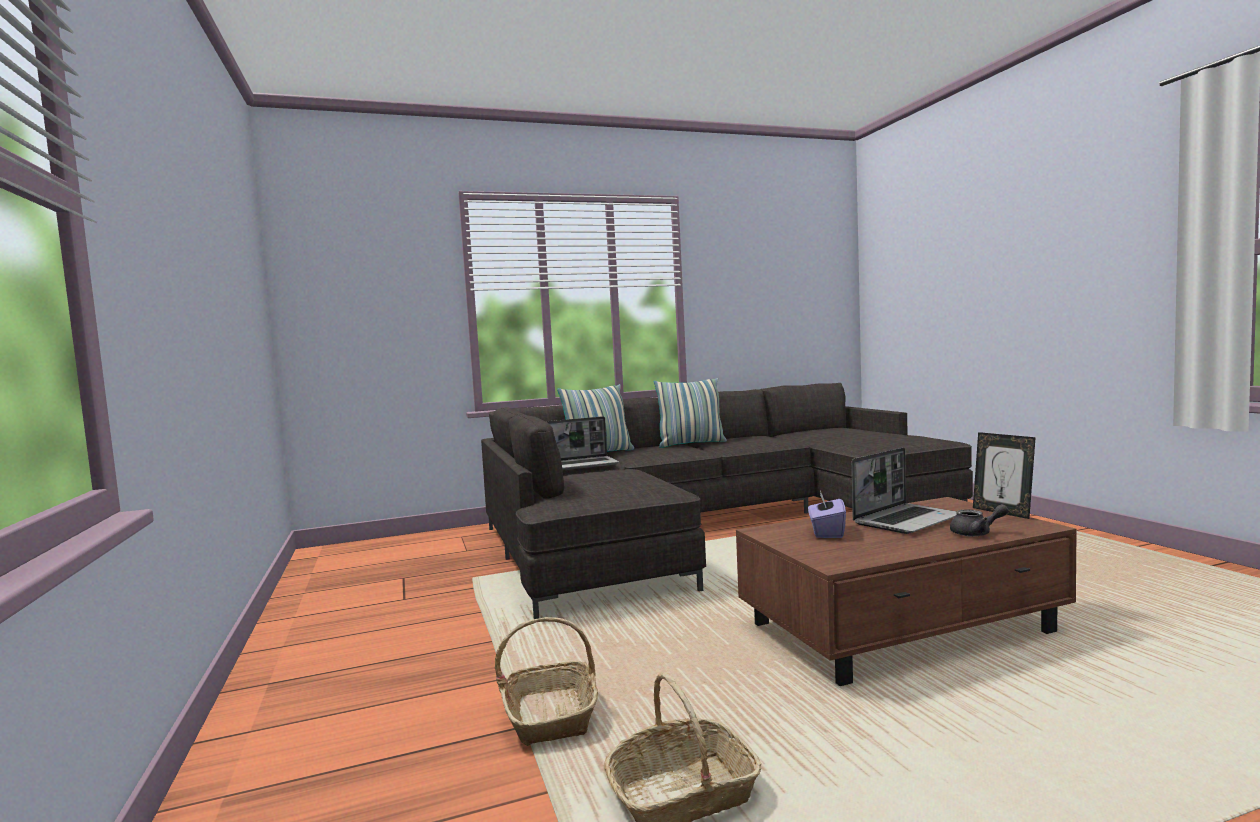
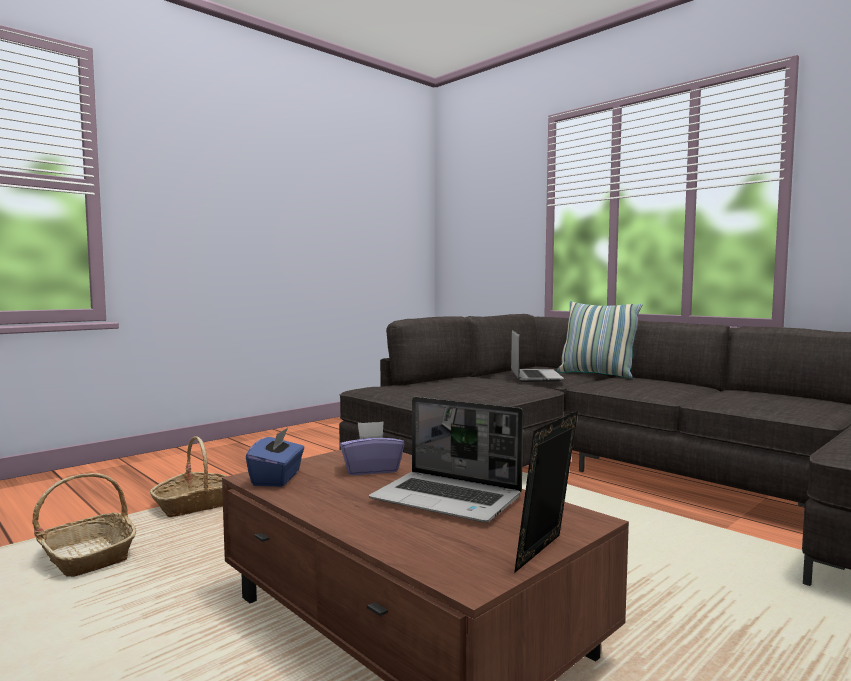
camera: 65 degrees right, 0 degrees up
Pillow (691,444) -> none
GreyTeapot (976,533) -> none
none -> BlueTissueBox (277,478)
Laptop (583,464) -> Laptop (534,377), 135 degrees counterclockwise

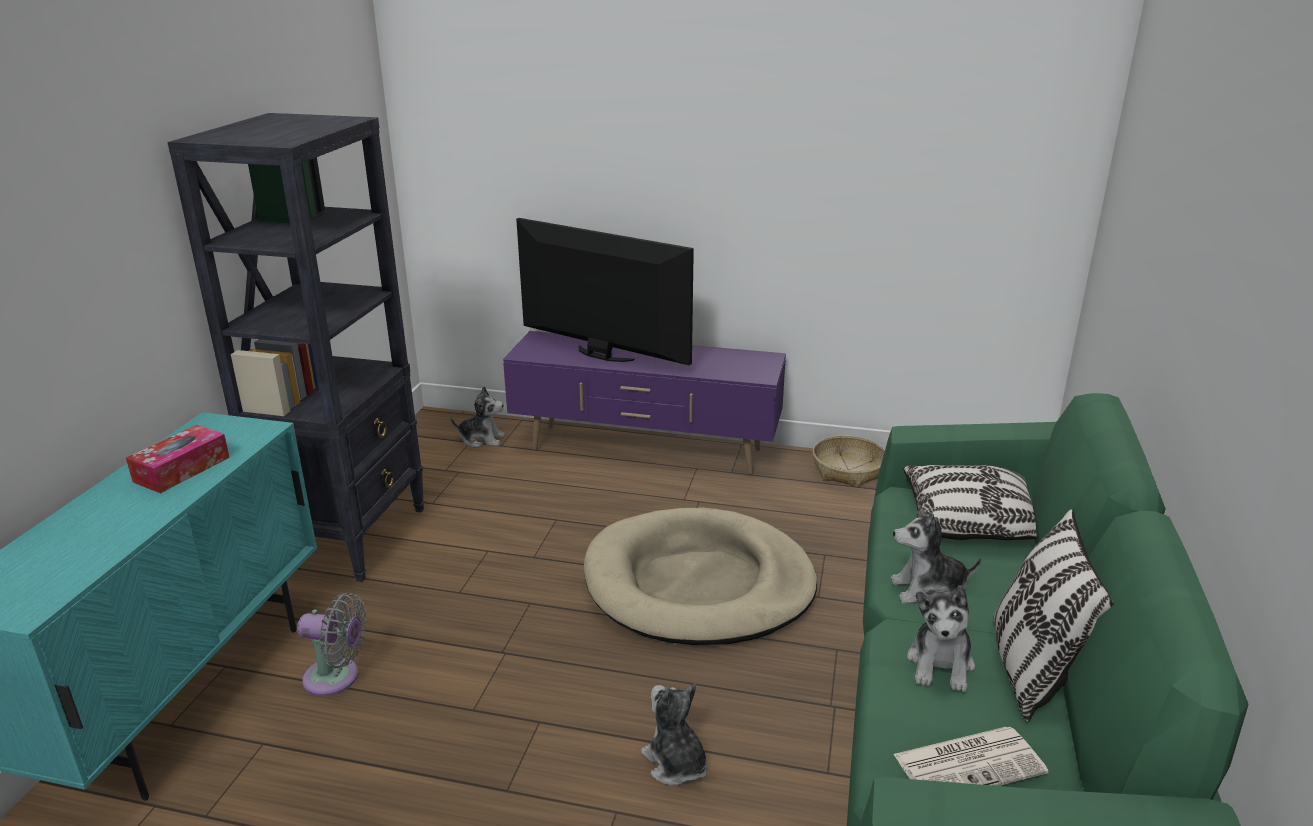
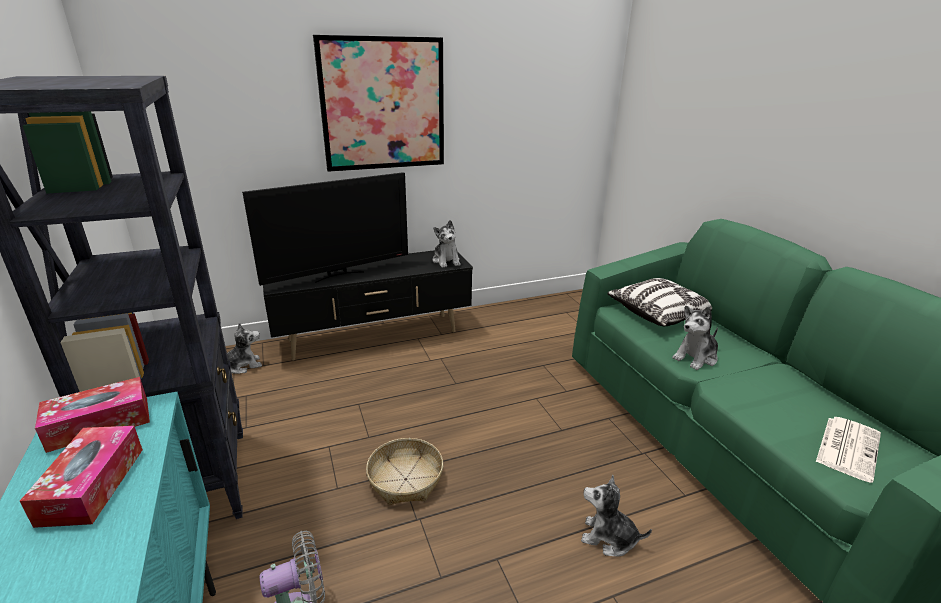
camera: 35 degrees left, 0 degrees up
BeigeDogBed (698,584) -> none
Pillow (1030,670) -> none
none -> TissueBox (100,424)
none -> Picture (383,104)
Basket (848,470) -> Basket (406,479), moved
PlushToy (940,664) -> PlushToy (446,261), moved
PurpleTvStand (646,451) -> BlackTvStand (374,337)
Television (601,355) -> Television (338,275), 150 degrees clockwise

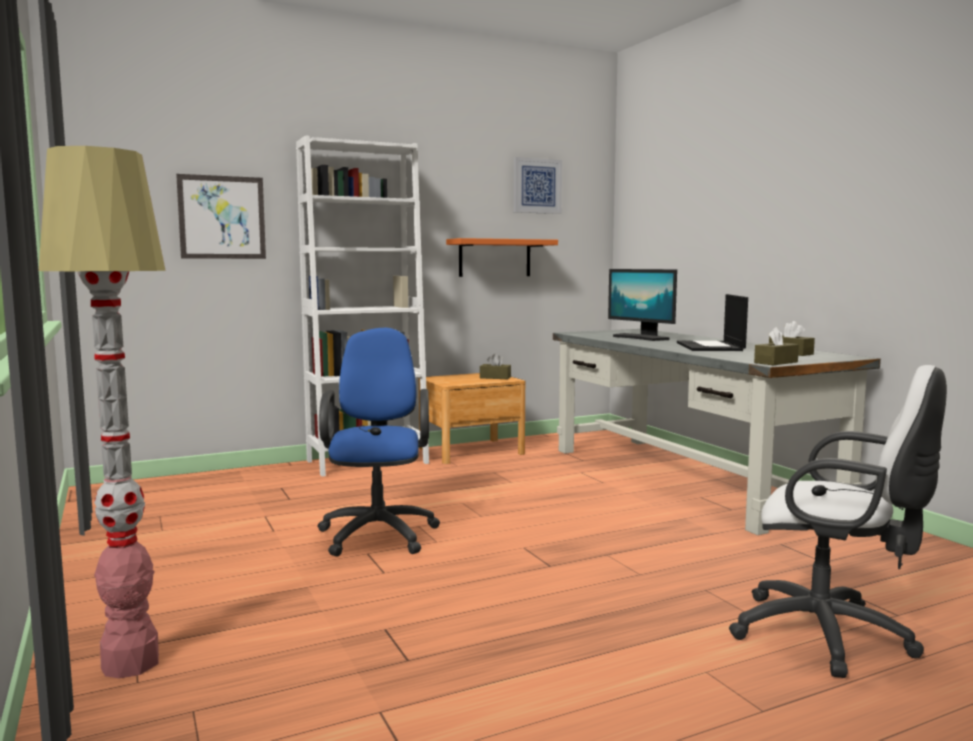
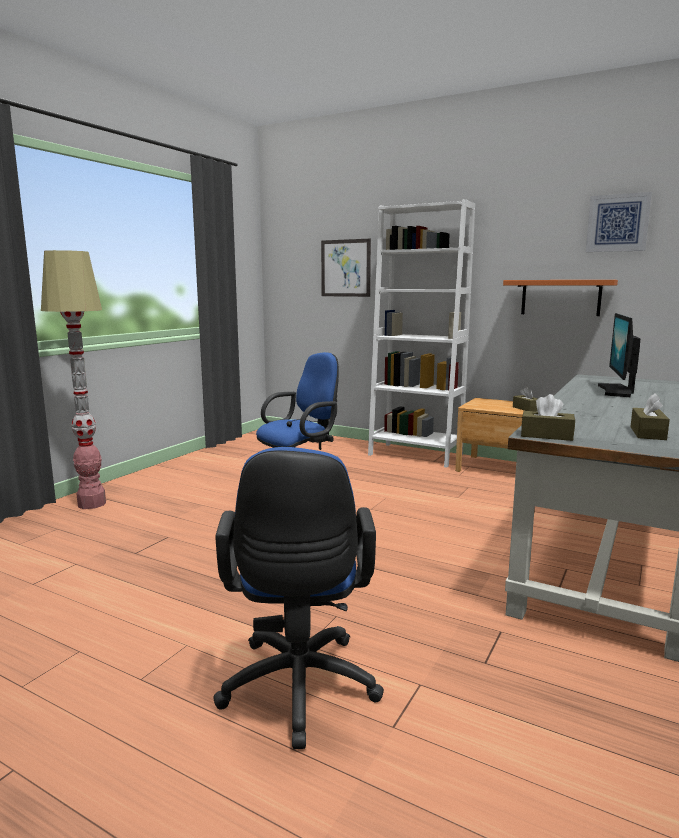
camera: 55 degrees right, 5 degrees up
Laptop (711,347) -> none
WhiteOfficeChair (831,637) -> BlueOfficeChair (298,692)

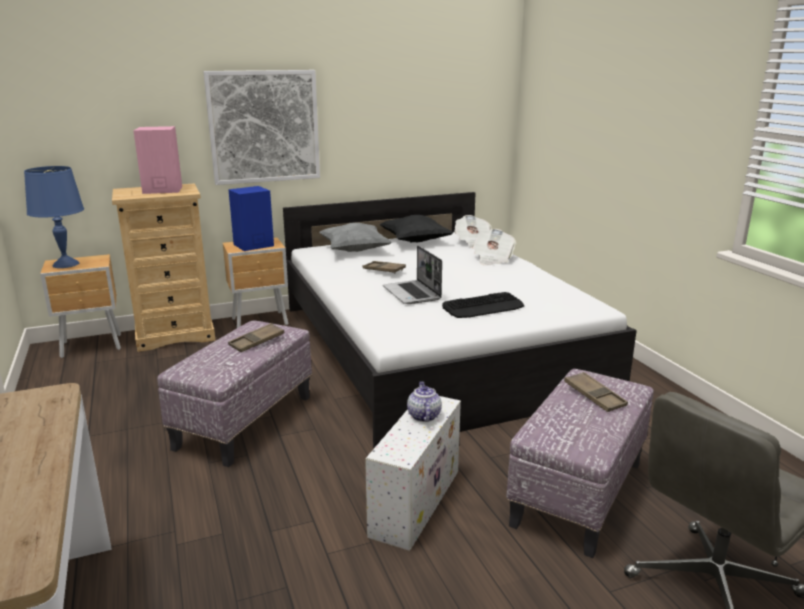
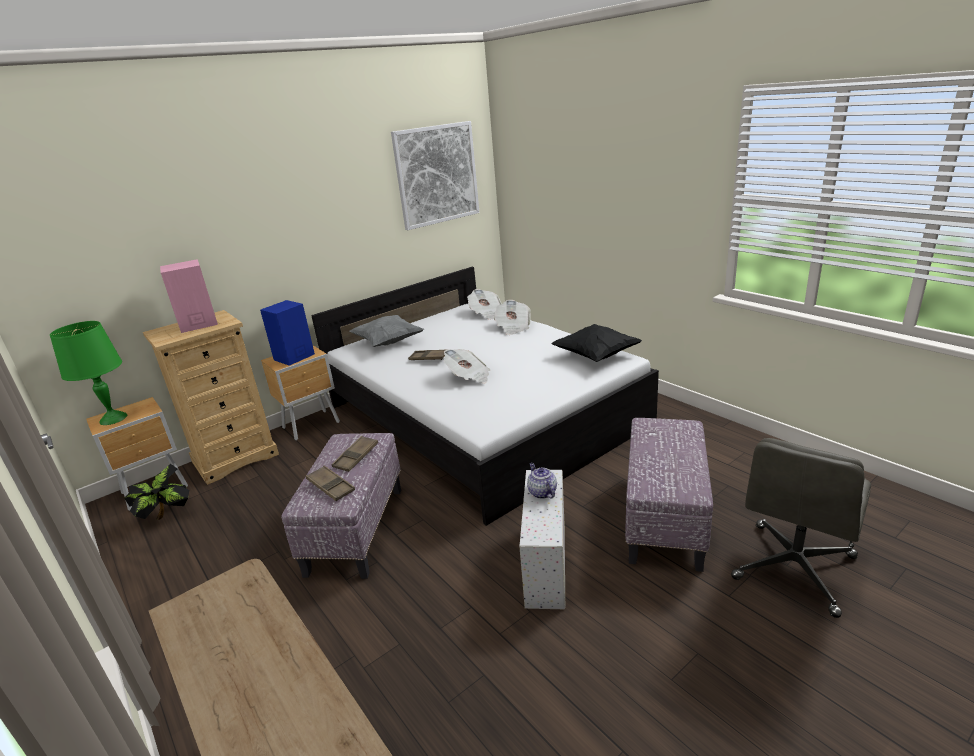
camera: 15 degrees left, 5 degrees up
Keyboard (483,306) -> none
none -> PottedPlant (167,515)
Picture (264,127) -> Picture (437,175), moved
BlackPillow (415,241) -> BlackPillow (596,356), moved
BrownTray (594,396) -> BrownTray (331,486), moved
Laptop (412,294) -> Newspaper (469,377)
BlueTableLamp (66,264) -> GreenTableLamp (113,418)

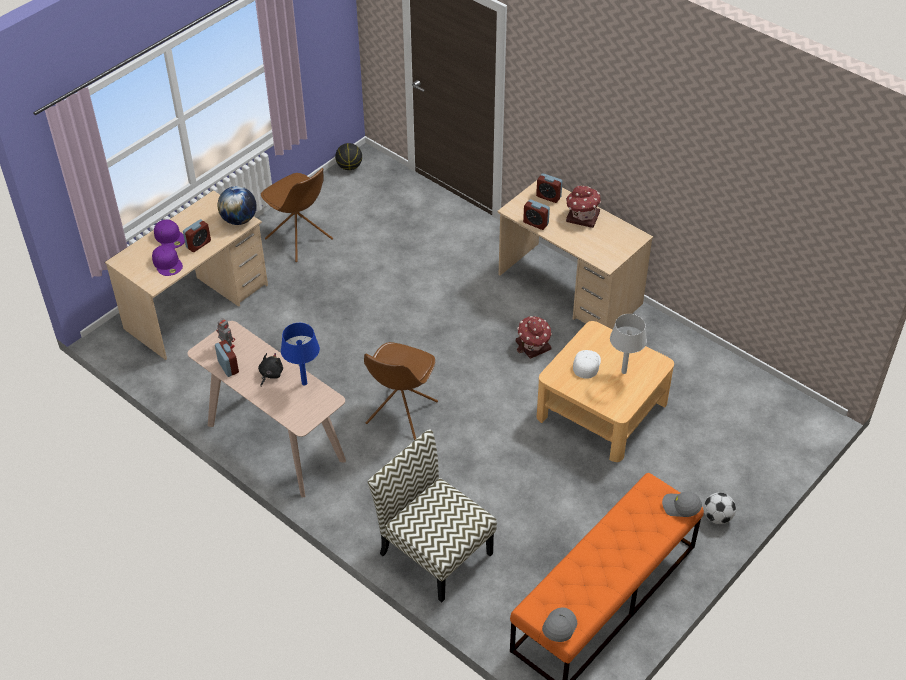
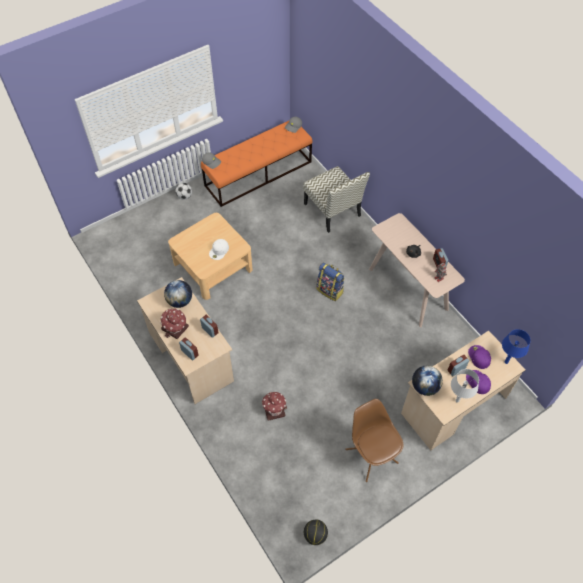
camera: 165 degrees left, 10 degrees up
none -> Globe (180,301)
BlueTableLamp (304,383) -> BlueTableLamp (506,362), moved
ToyHouse (533,346) -> ToyHouse (274,409), moved
GreyTableLamp (623,371) -> GreyTableLamp (457,401), moved
BrownChair (401,413) -> Backpack (330,290)

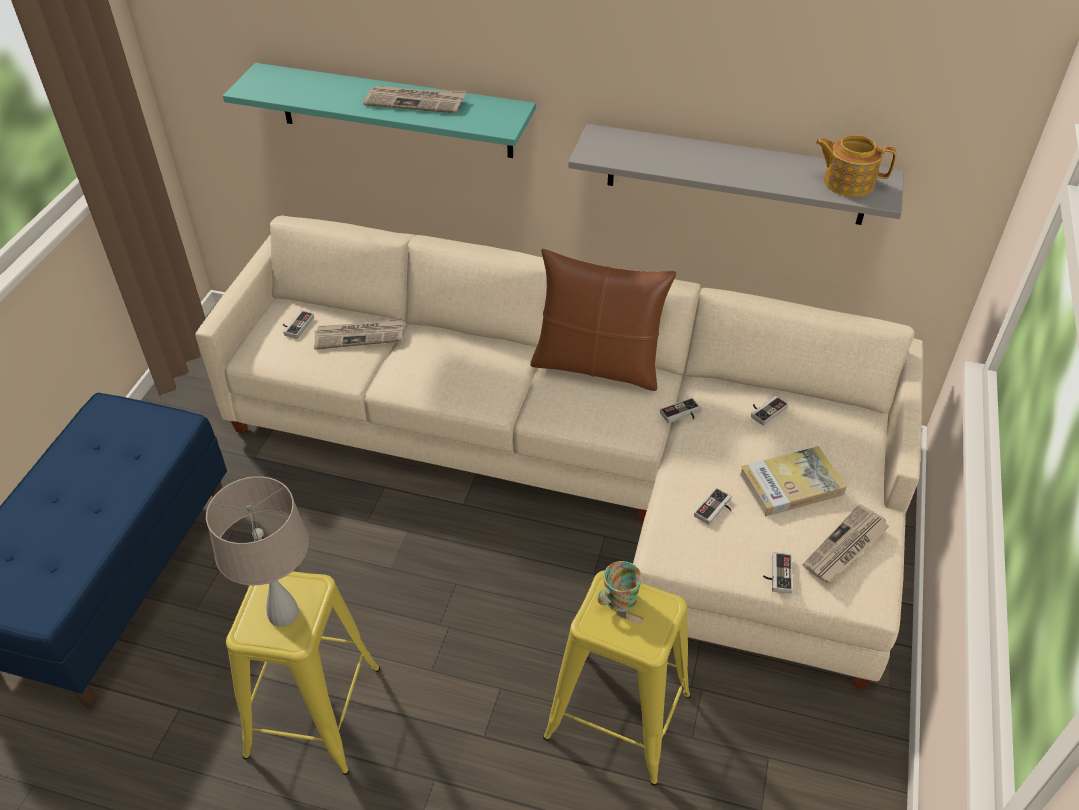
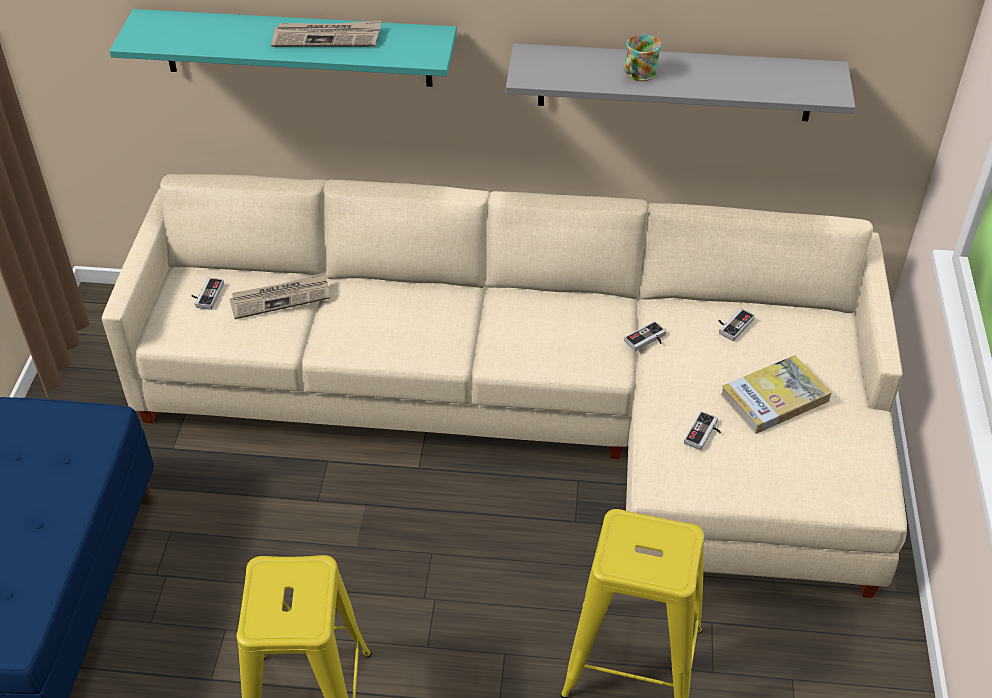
camera: 10 degrees left, 0 degrees up
BeigeTableLamp (283,614) -> none
BrownPillow (597,366) -> none
GameController (776,574) -> none
Newspaper (845,547) -> none
Teapot (847,182) -> none
Mug (616,600) -> Mug (637,75), moved

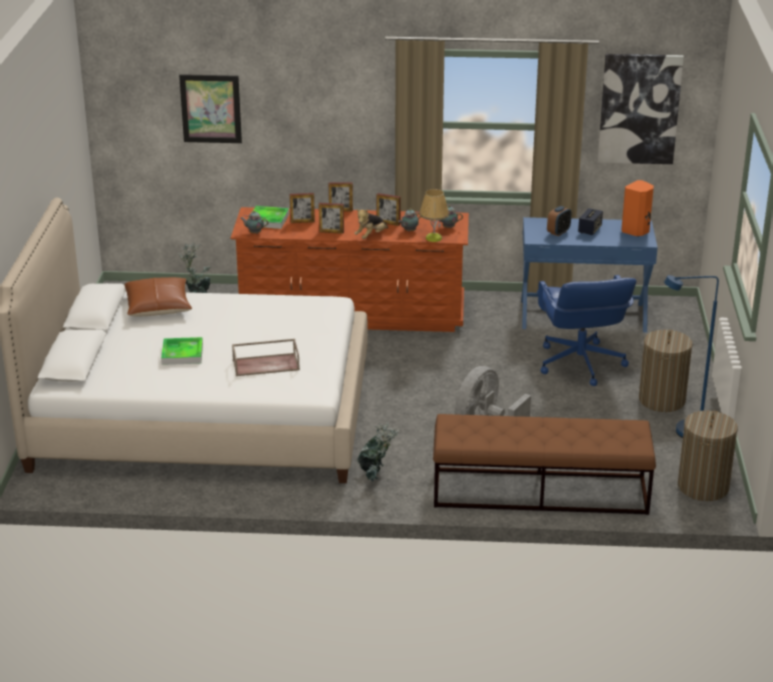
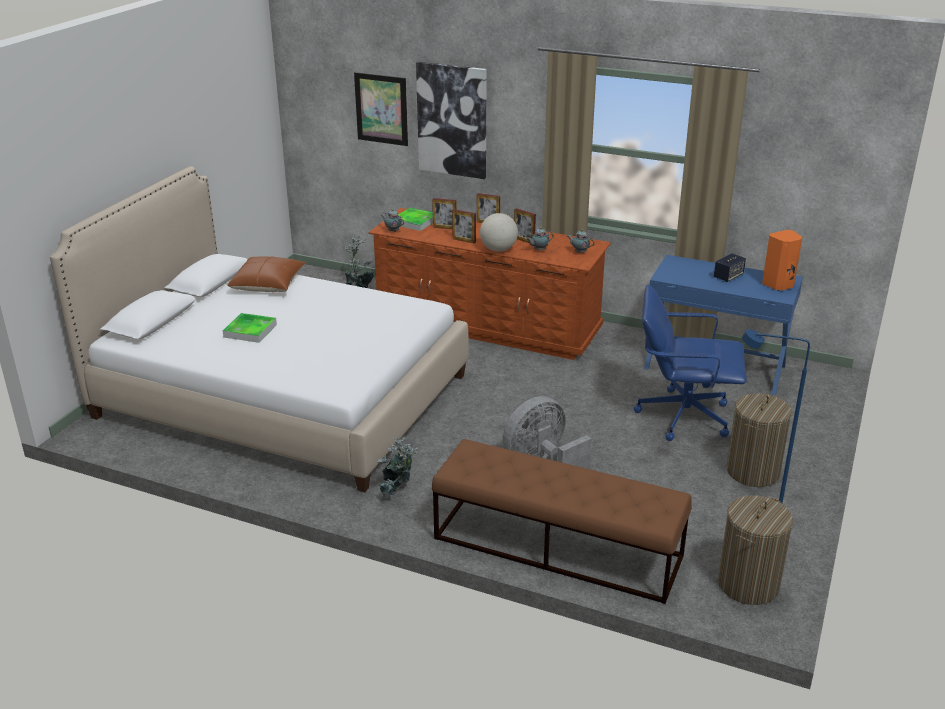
camera: 20 degrees right, 0 degrees up
BrownTray (266,364) -> none
TableLamp (433,238) -> none
AlarmClock (558,232) -> none
Picture (639,108) -> Picture (452,120), moved
PlushToy (371,236) -> Globe (498,249)
BlueOfficeChair (579,364) -> BlueOfficeChair (683,416), 90 degrees clockwise

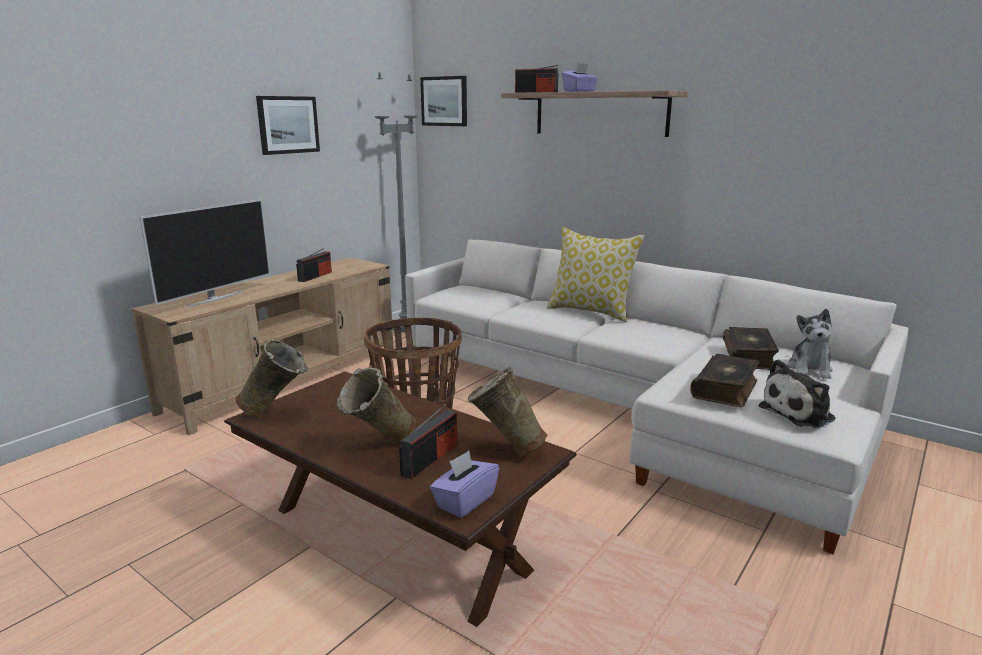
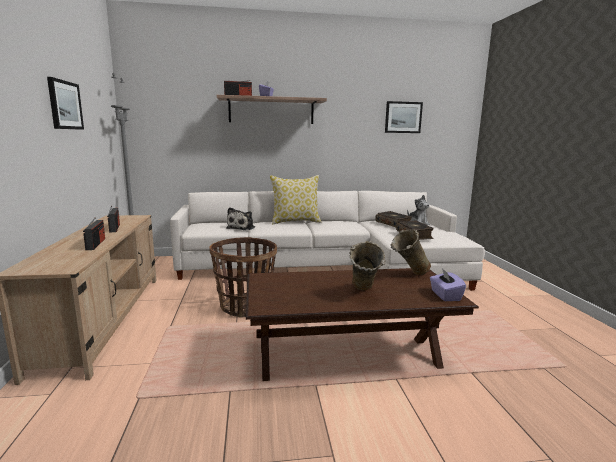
camera: 45 degrees left, 5 degrees down
Television (215,298) -> none
BeigeVase (277,414) -> none
Radio (430,459) -> Radio (96,244), moved
Picture (444,101) -> Picture (403,117), moved
PlushToy (800,413) -> PlushToy (242,228), moved

